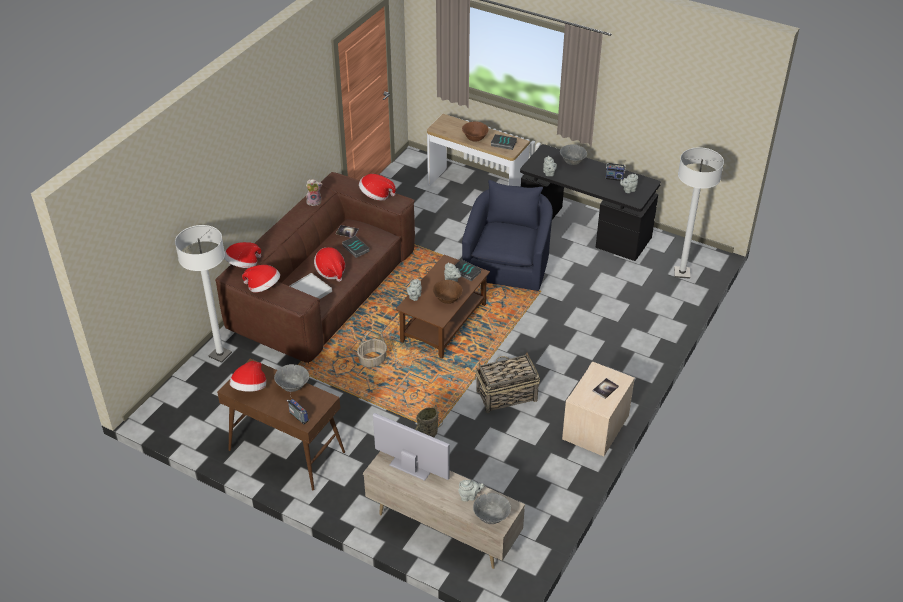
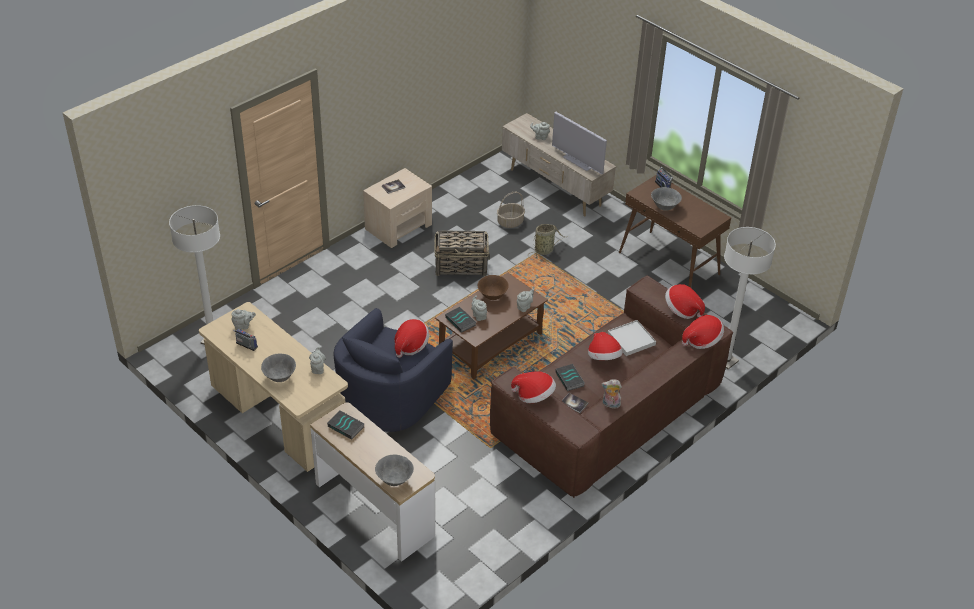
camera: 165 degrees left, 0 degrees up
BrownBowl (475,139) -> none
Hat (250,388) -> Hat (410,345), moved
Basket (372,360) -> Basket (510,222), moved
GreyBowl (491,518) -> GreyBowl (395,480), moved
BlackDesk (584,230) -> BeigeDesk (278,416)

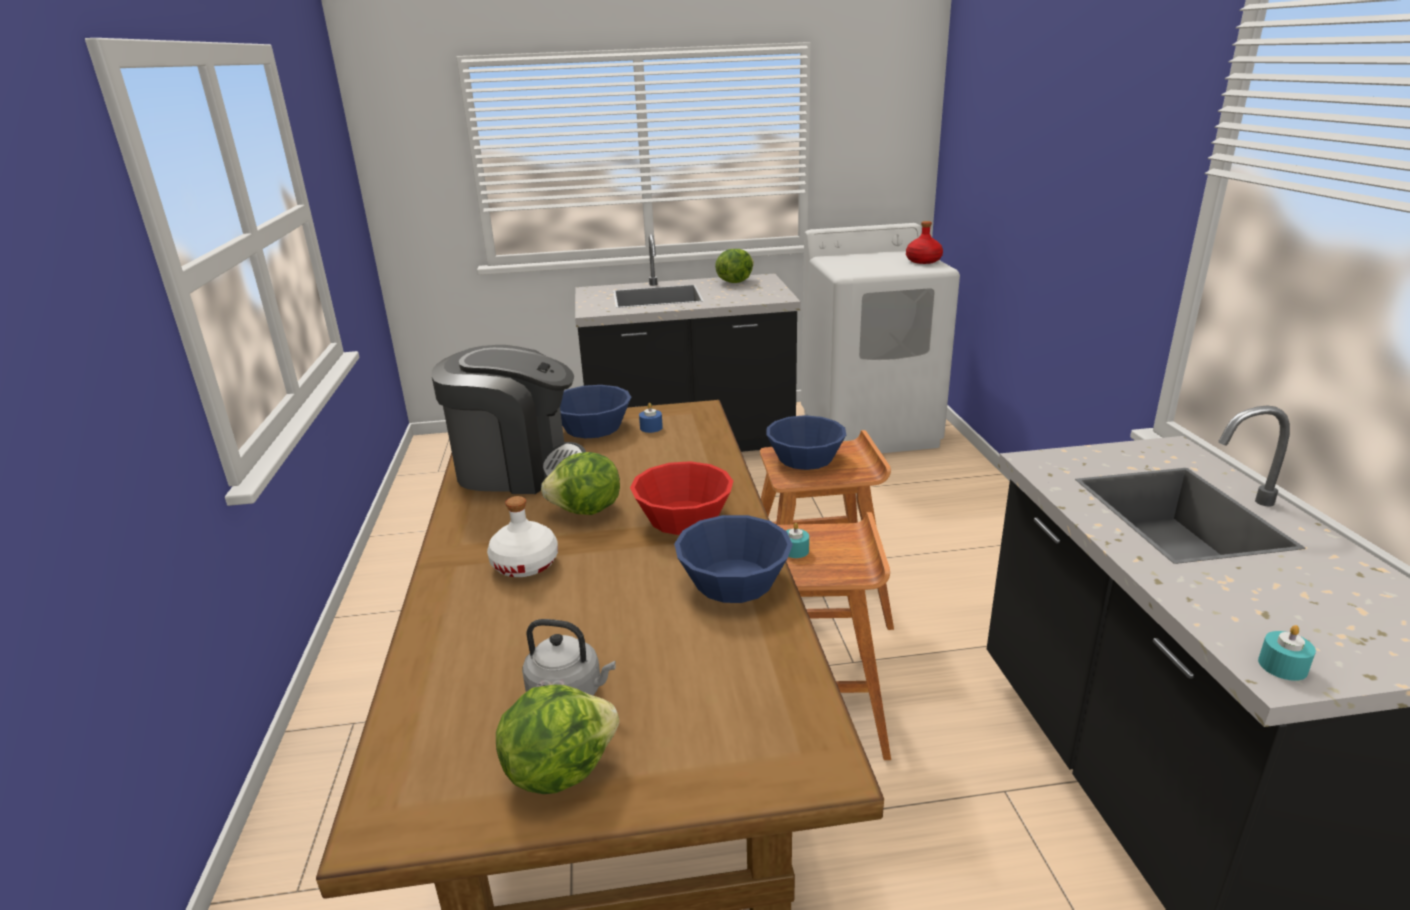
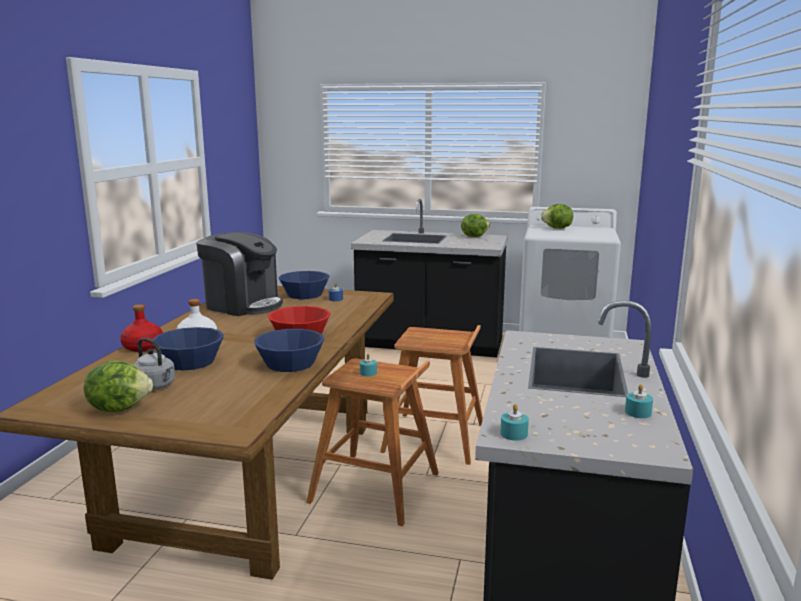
camera: 20 degrees right, 10 degrees down
none -> TurquoiseCandle (638,412)
Lettuce (586,511) -> Lettuce (557,228), moved
BlueBowl (805,458) -> BlueBowl (190,362), moved
RedBottle (923,261) -> RedBottle (142,347), moved

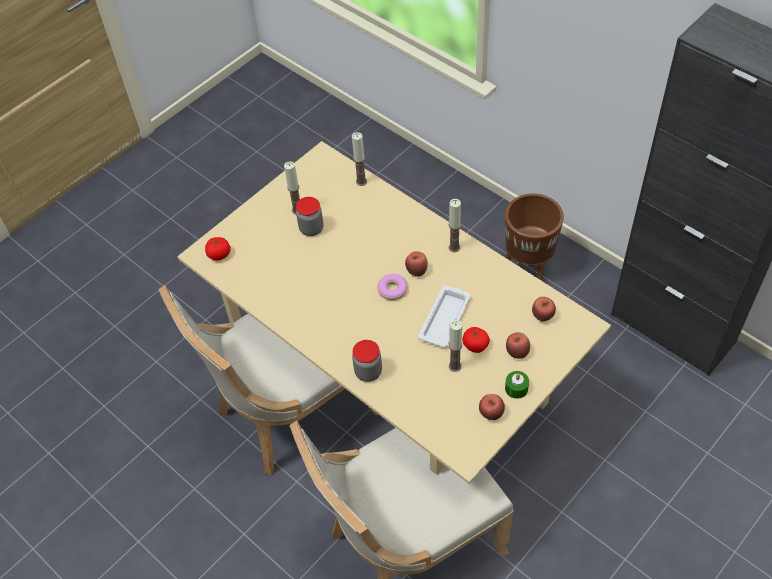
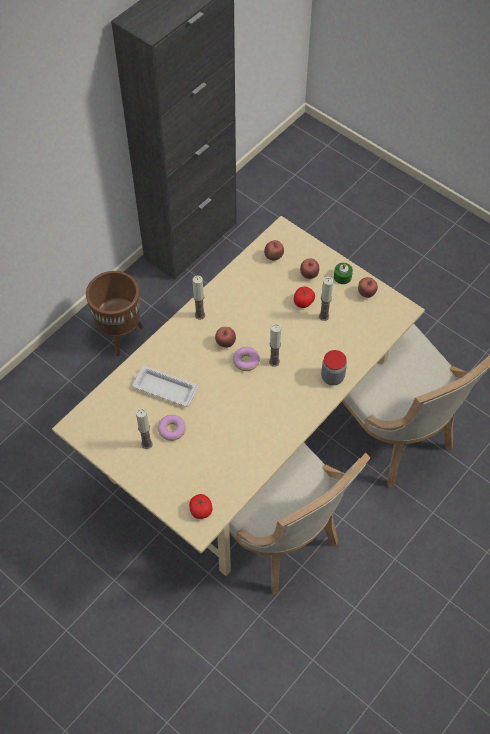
camera: 95 degrees left, 5 degrees up
Candle (361,181) -> Candle (274,362), moved
WhiteTray (445,318) -> WhiteTray (164,388), moved
Jar (311,229) -> Donut (172,430)

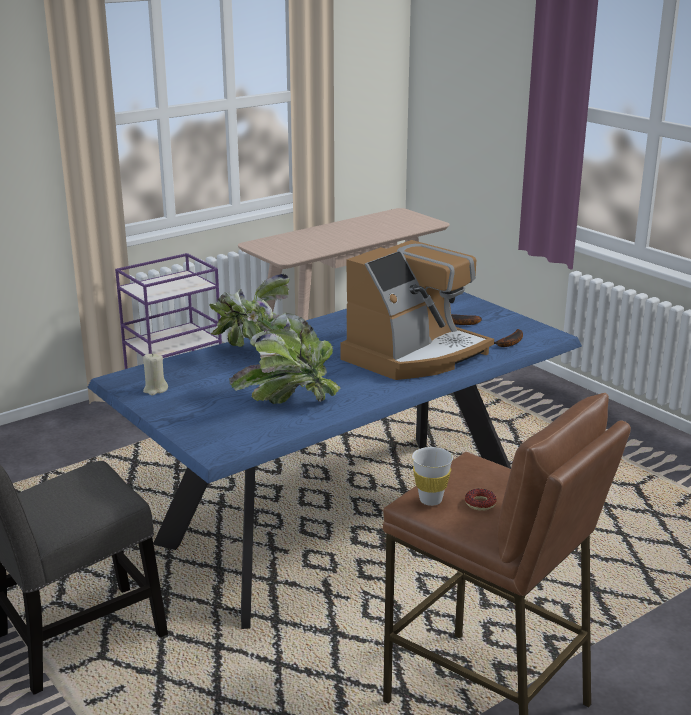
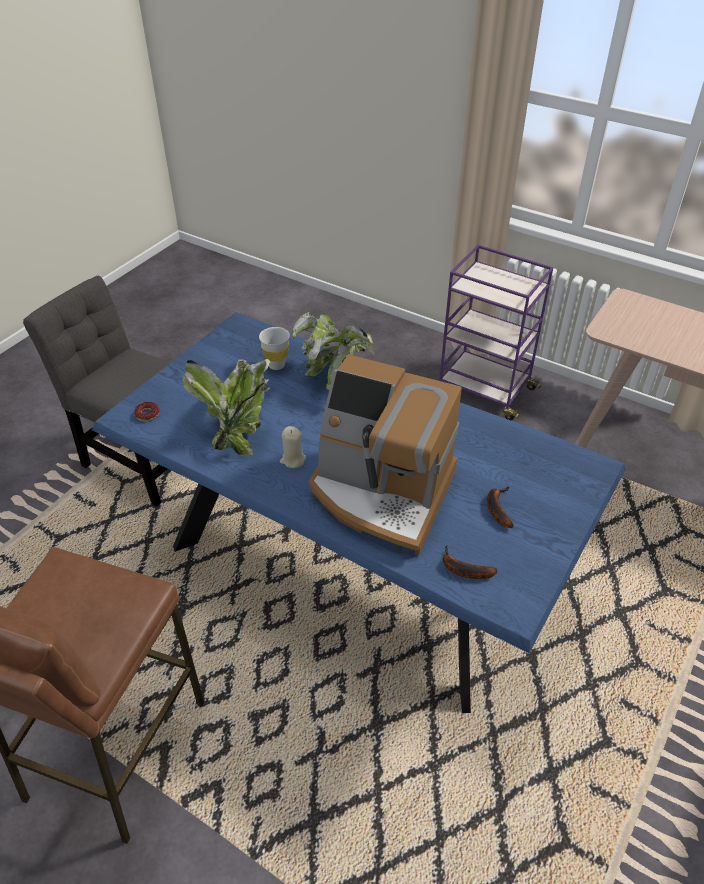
camera: 70 degrees right, 20 degrees up
BeigeCandle (155,390) -> BeigeCandle (293,460), moved
WhiteCup (430,500) -> WhiteCup (276,365), moved
Donut (480,503) -> Donut (147,414), moved

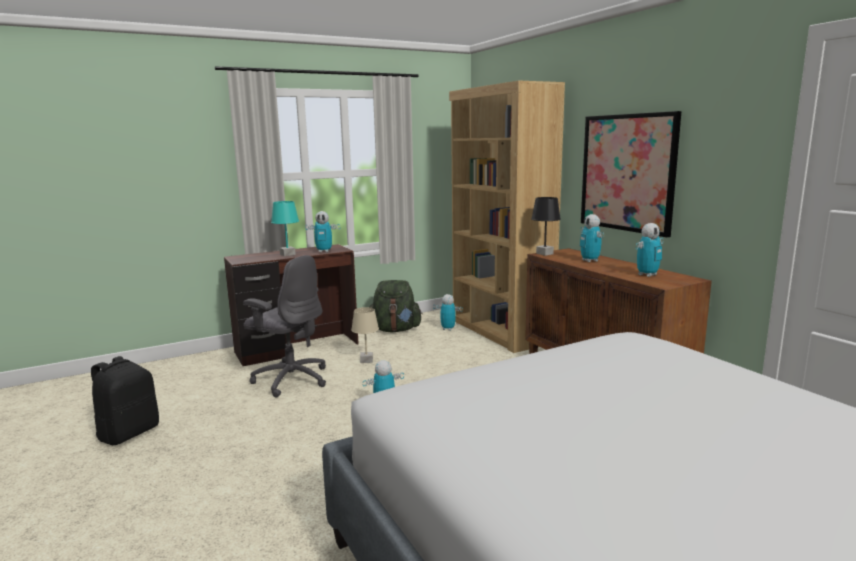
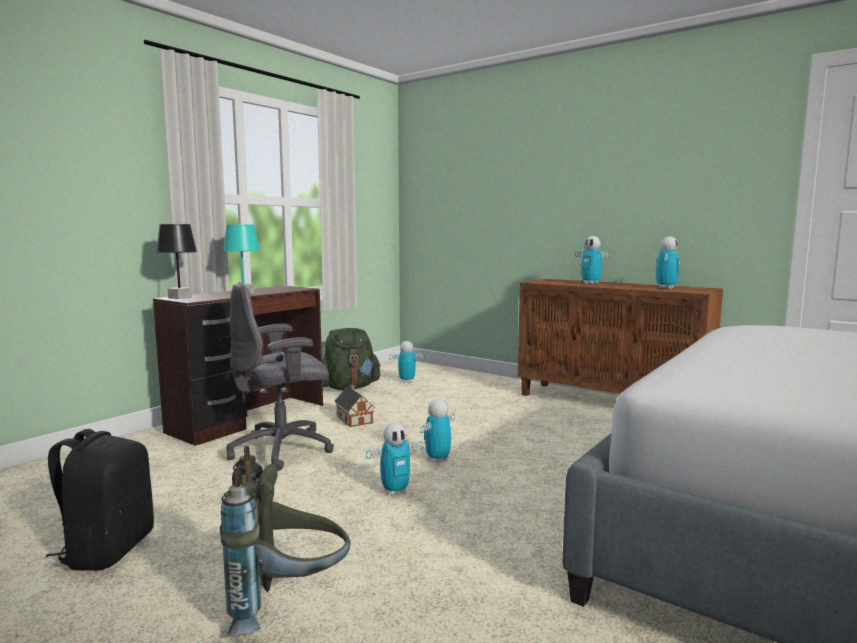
camera: 25 degrees left, 5 degrees down
BrownBookcase (500,331) -> none
Picture (627,173) -> none
none -> GreyBackpack (288,603)
ToyRobot (324,251) -> ToyRobot (395,491), moved
BlackTableLamp (544,254) -> BlackTableLamp (179,297), moved
BeigeTableLamp (366,360) -> ToyHouse (354,419)
GreyOfficeChair (291,379) -> GreyOfficeChair (283,450), 150 degrees clockwise

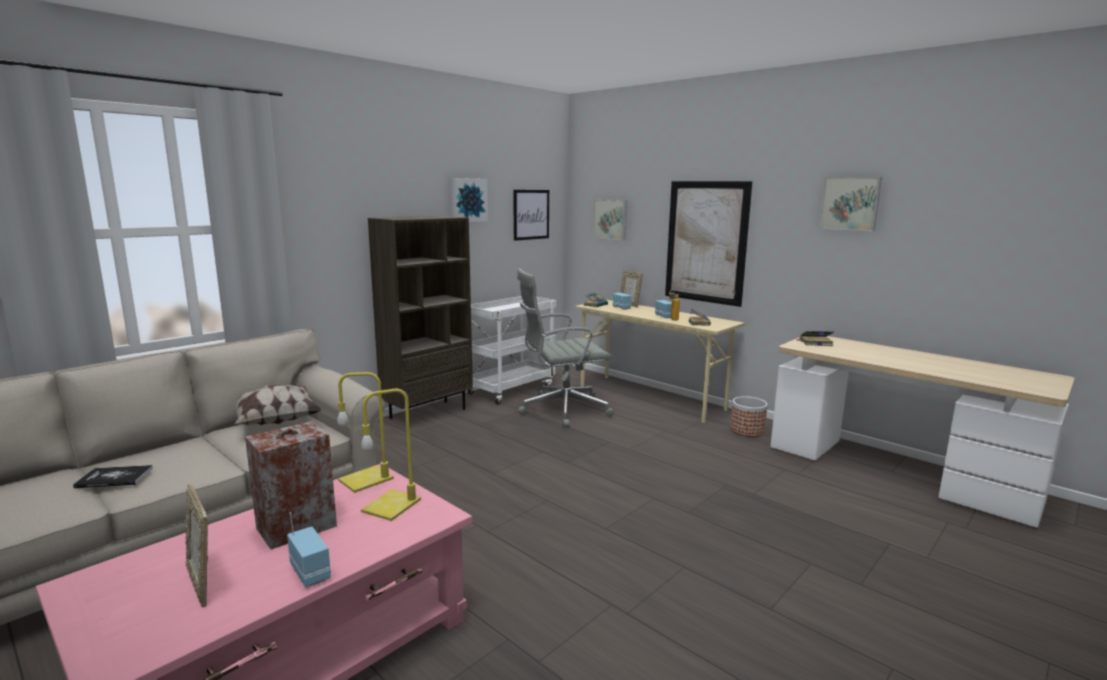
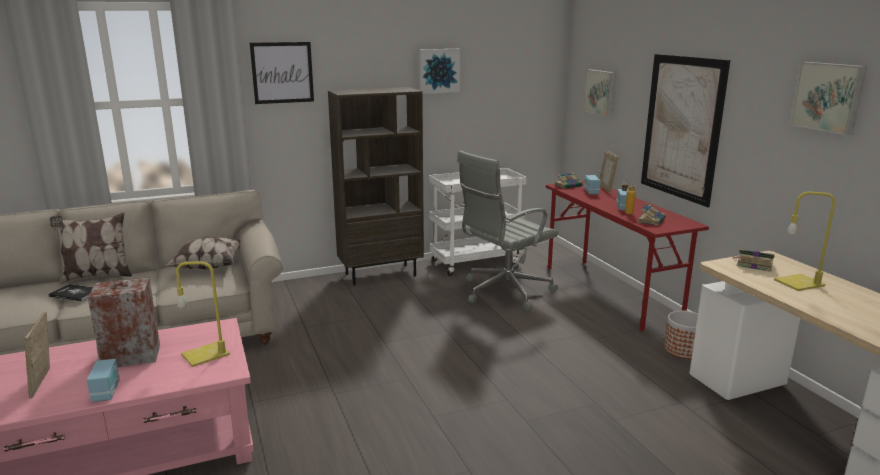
camera: 25 degrees right, 5 degrees up
none -> Pillow (96,276)
YellowTableLamp (367,478) -> YellowTableLamp (799,282), moved
Picture (531,214) -> Picture (282,72), moved
BeigeDesk (650,397) -> RedDesk (610,293)
GreyOfficeChair (562,410) -> GreyOfficeChair (504,291), 45 degrees counterclockwise

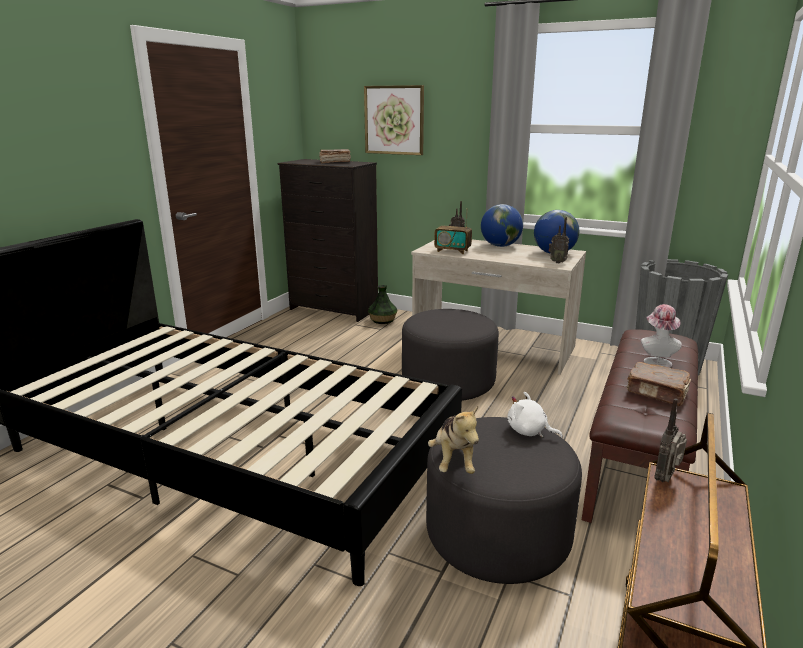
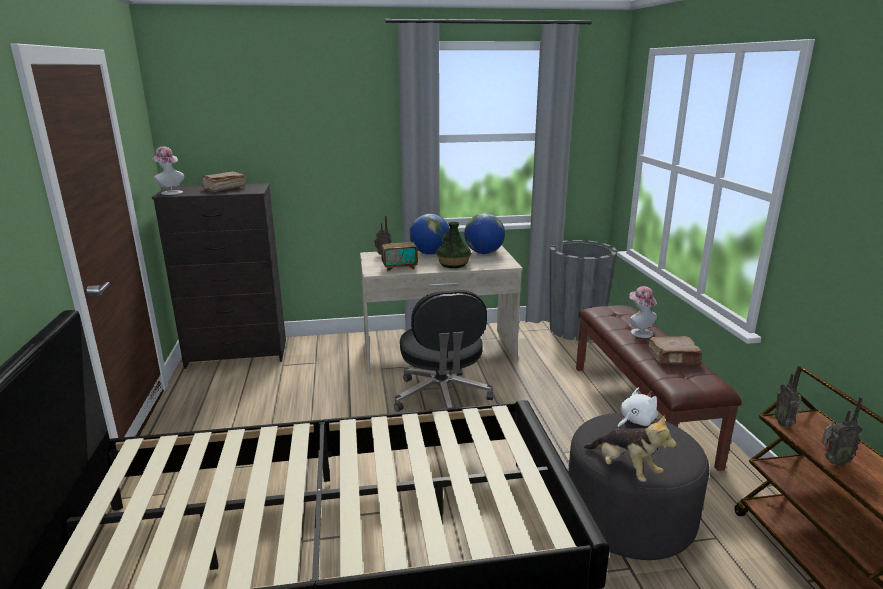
camera: 35 degrees left, 0 degrees up
Picture (394,120) -> none
none -> Hat (170,192)
Vase (383,320) -> Vase (454,264), moved
Radio (557,262) -> Radio (832,461), moved
GreyOttoman (448,382) -> BlackOfficeChair (442,398)
WhitePlushToy (529,431) -> WhitePlushToy (635,421), 150 degrees clockwise

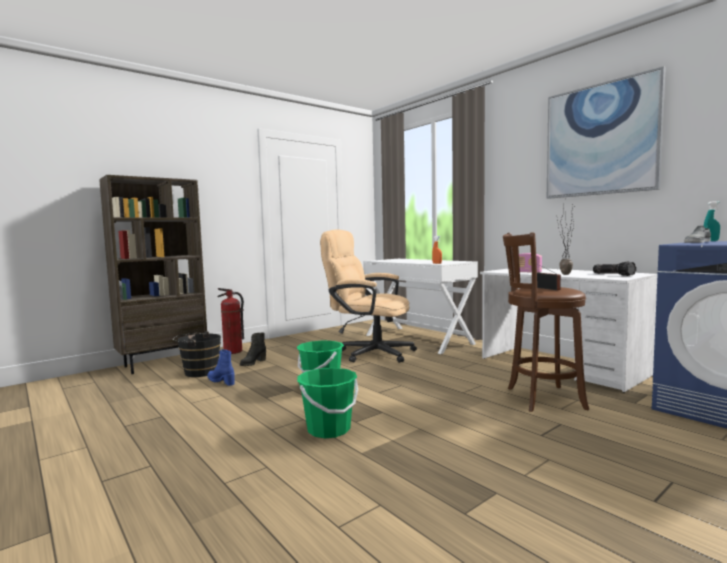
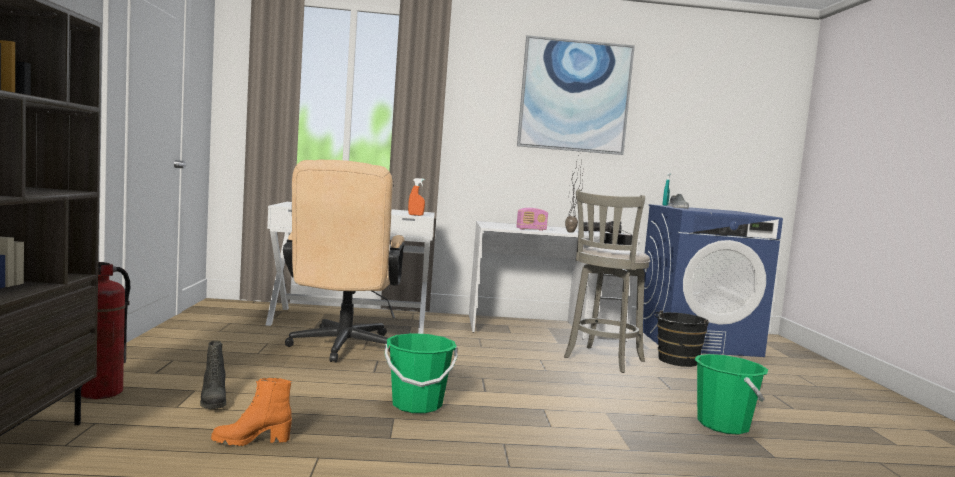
camera: 55 degrees left, 0 degrees up
BlackBucket (198,372) -> BlackBucket (676,361), moved
GreenBucket (329,429) -> GreenBucket (723,425), moved
BlueBoot (221,381) -> OrangeBoot (251,441)
BrownStool (541,398) -> GreyStool (602,360)
BeigeOfficeChair (369,352) -> BeigeOfficeChair (341,348), 60 degrees counterclockwise

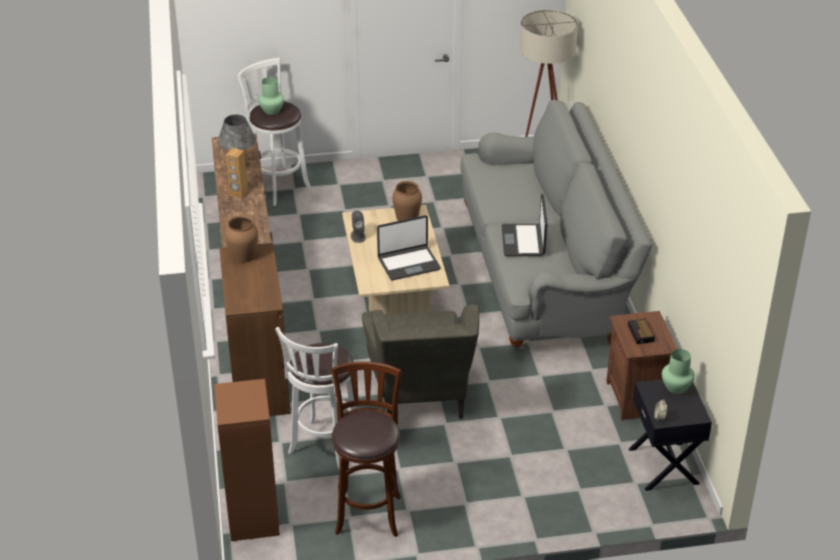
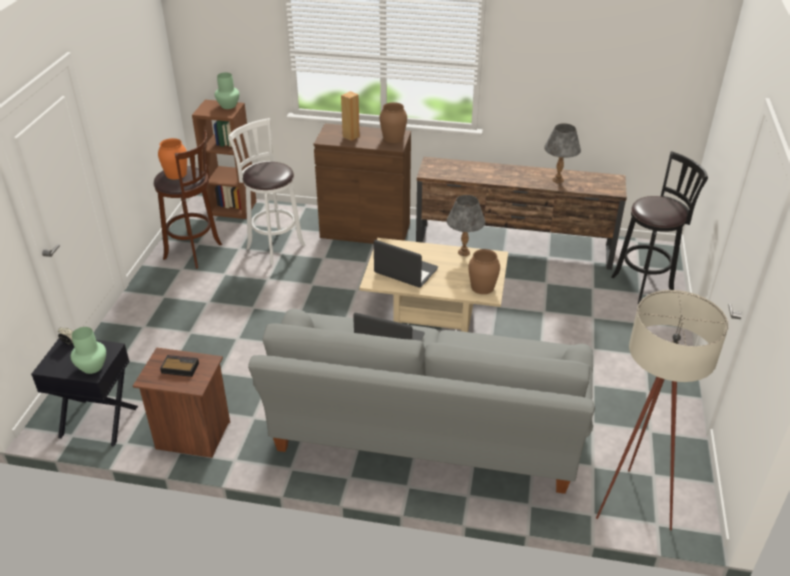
camera: 110 degrees right, 0 degrees up
GreyArmchair (422,397) -> none
none -> OrangeVase (176,174)
BrownSpeaker (238,194) -> BrownSpeaker (351,136), moved
GreenVase (271,110) -> GreenVase (229,106), moved
GreySpeaker (358,236) -> GreyTableLamp (464,252)
WhiteStool (278,187) -> BlackStool (645,284)
Laptop (408,263) -> Laptop (405,271), 120 degrees clockwise

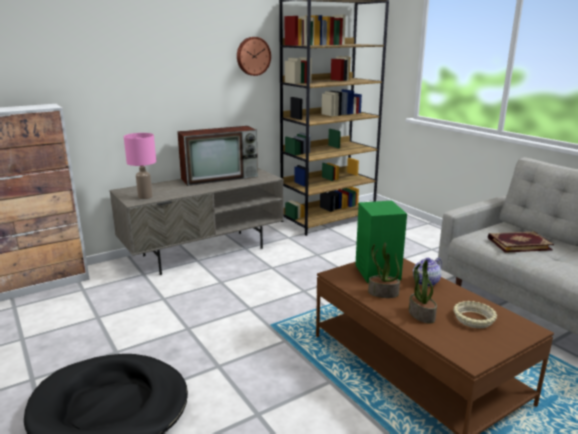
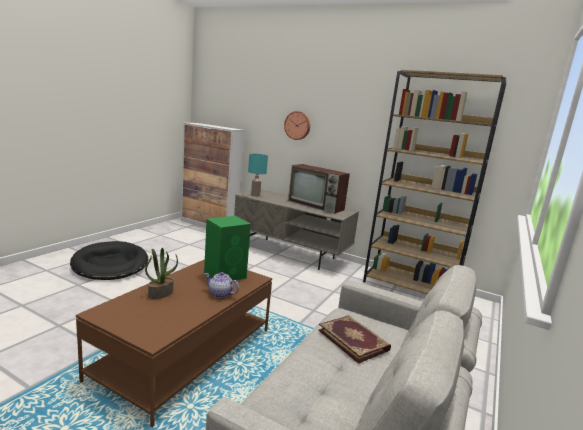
camera: 60 degrees right, 5 degrees down
PottedPlant (382,293) -> none
BeigeBowl (473,319) -> none
WallClock (253,56) -> WallClock (297,125), moved
PinkTableLamp (144,197) -> TurquoiseTableLamp (255,195)

